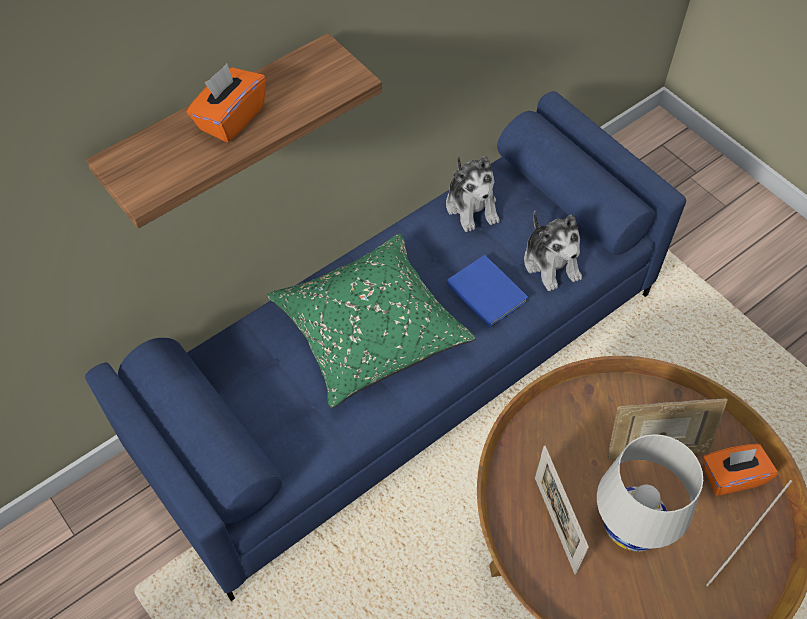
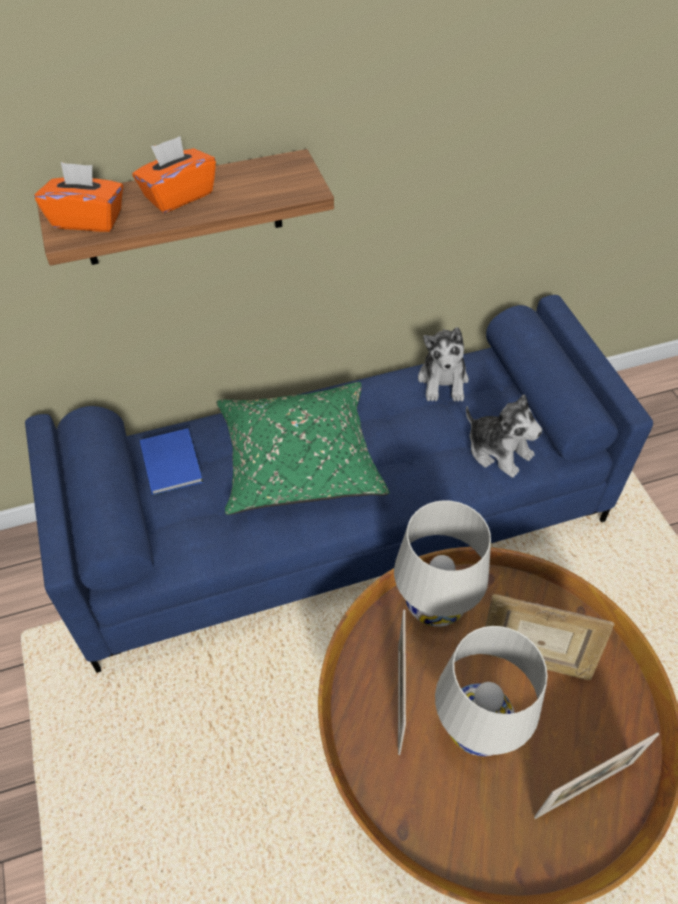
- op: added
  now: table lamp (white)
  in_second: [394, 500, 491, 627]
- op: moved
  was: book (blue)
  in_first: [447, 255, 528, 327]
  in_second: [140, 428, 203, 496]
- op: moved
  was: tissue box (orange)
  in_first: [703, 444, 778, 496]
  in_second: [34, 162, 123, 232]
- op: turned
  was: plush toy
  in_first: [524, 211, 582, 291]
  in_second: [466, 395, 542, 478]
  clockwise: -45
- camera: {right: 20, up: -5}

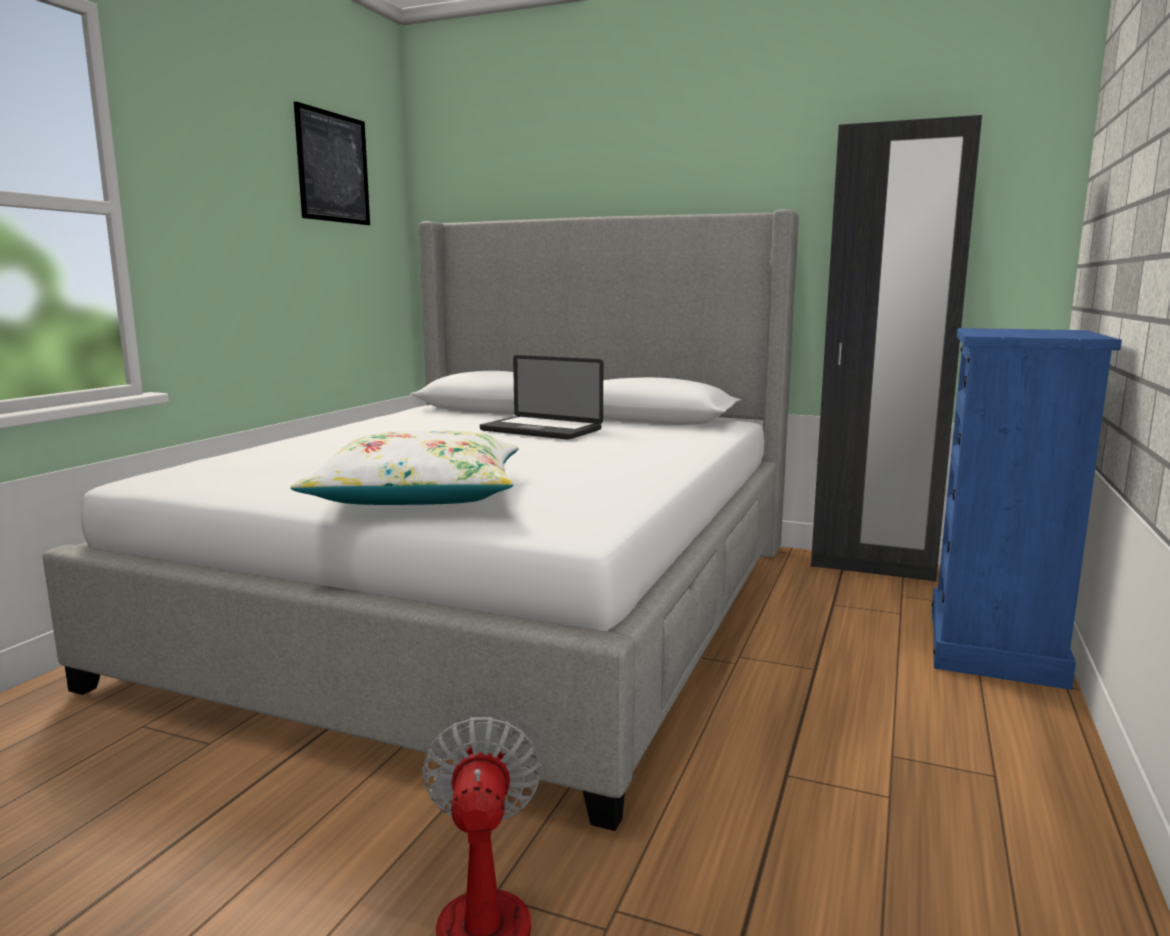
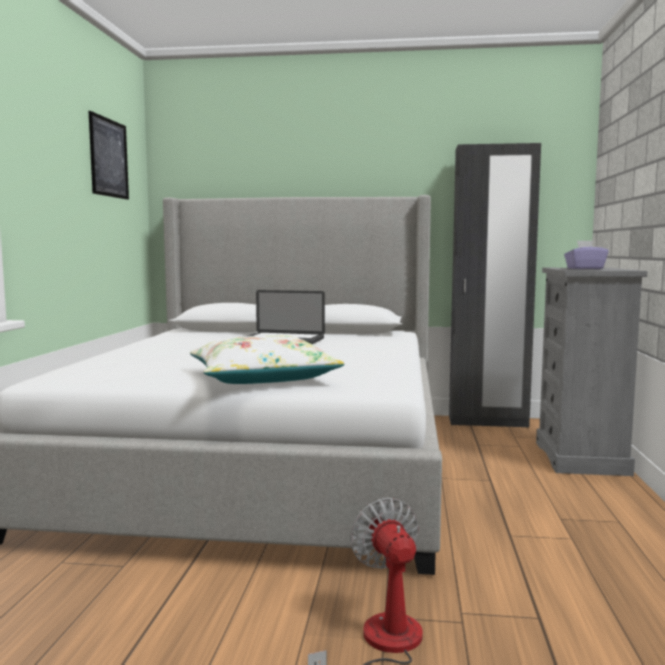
- op: added
  now: tissue box (purple)
  in_second: [564, 240, 608, 269]
- op: recoloured
  was: dresser (blue)
  now: dresser (grey)
  in_first: [932, 328, 1122, 690]
  in_second: [536, 268, 648, 476]
- camera: {right: -15, up: -5}

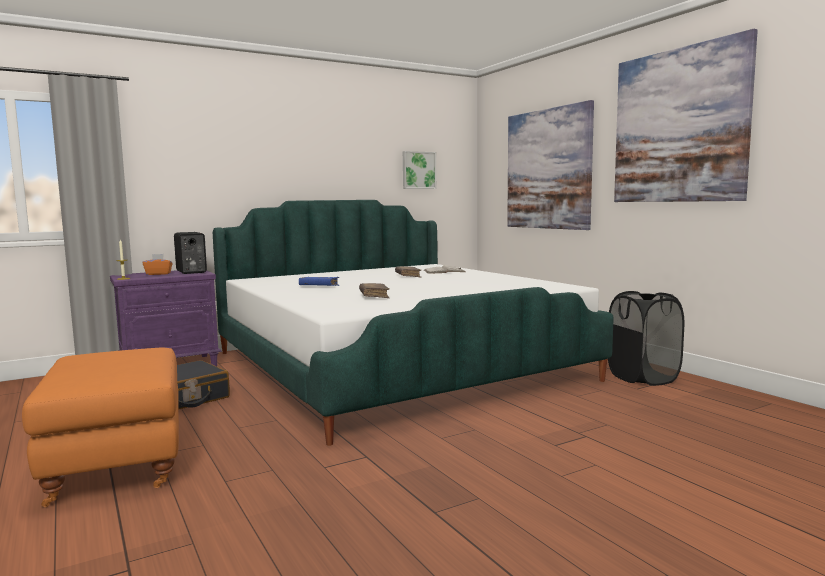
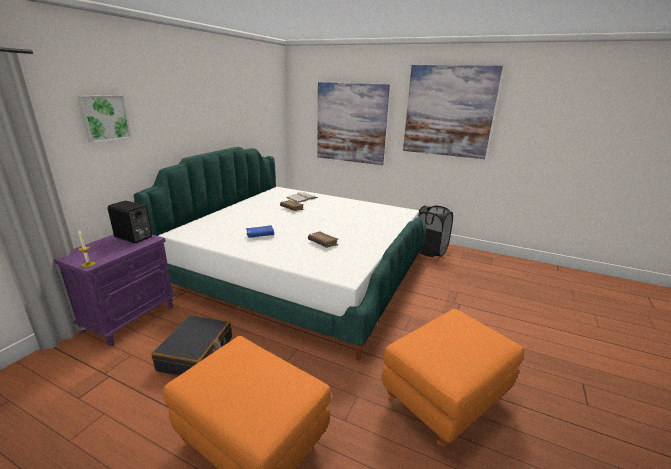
- op: removed
  was: tissue box (orange)
  in_first: [143, 254, 173, 275]
- op: added
  now: ottoman (orange)
  in_second: [382, 309, 524, 447]
- op: moved
  was: picture
  in_first: [403, 151, 436, 189]
  in_second: [77, 95, 132, 143]
- camera: {right: -35, up: 15}

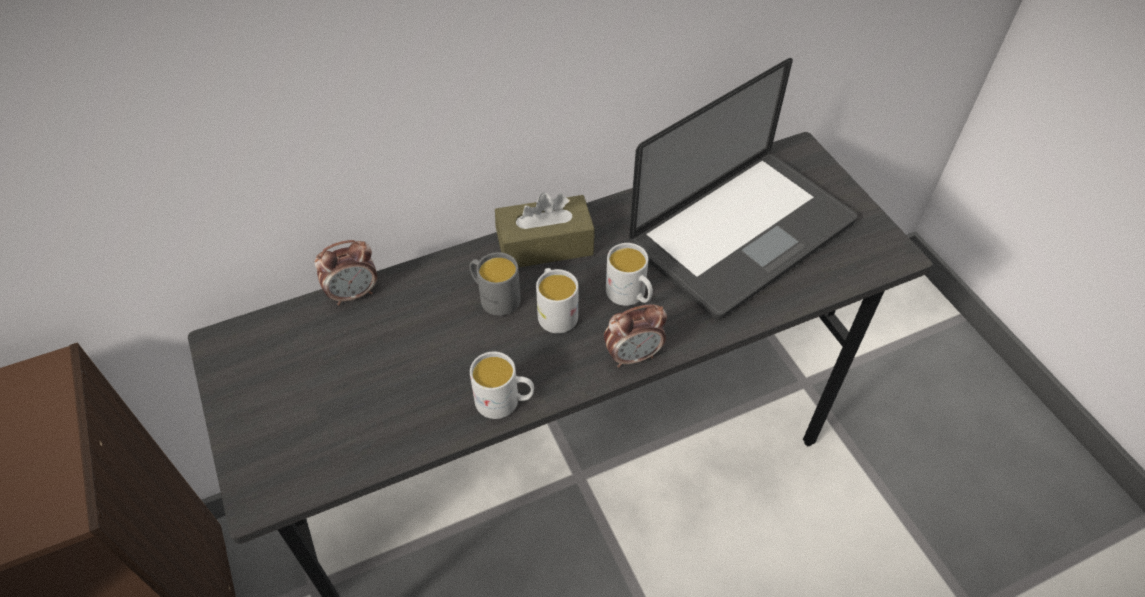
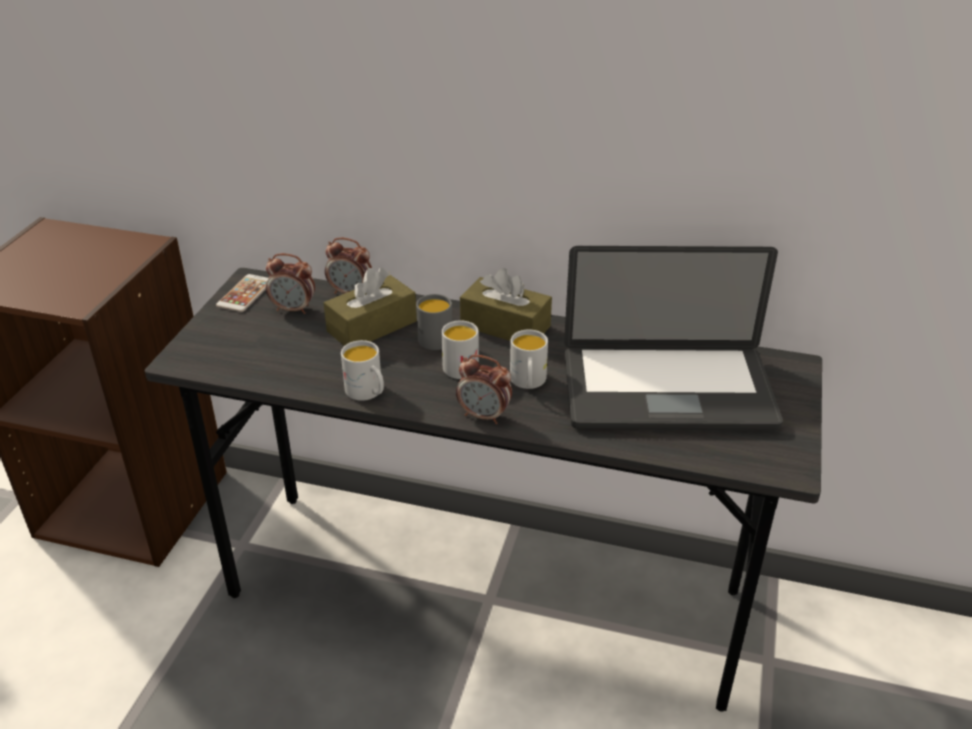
- op: added
  now: phone
  in_second: [216, 274, 268, 312]
- op: added
  now: alarm clock
  in_second: [266, 253, 315, 314]
- op: added
  now: tissue box (brown)
  in_second: [324, 267, 417, 346]
- camera: {right: 40, up: -15}

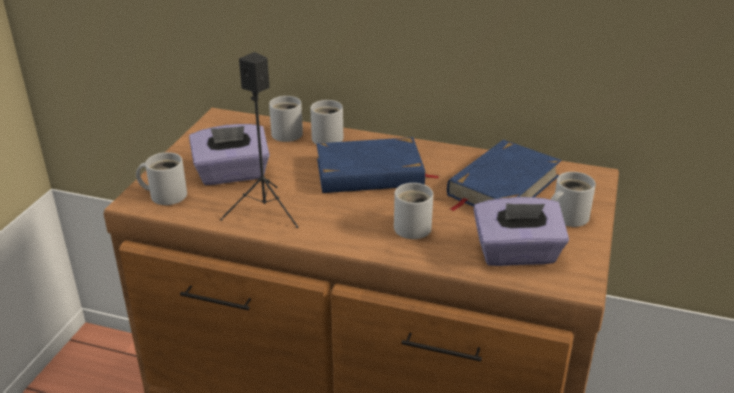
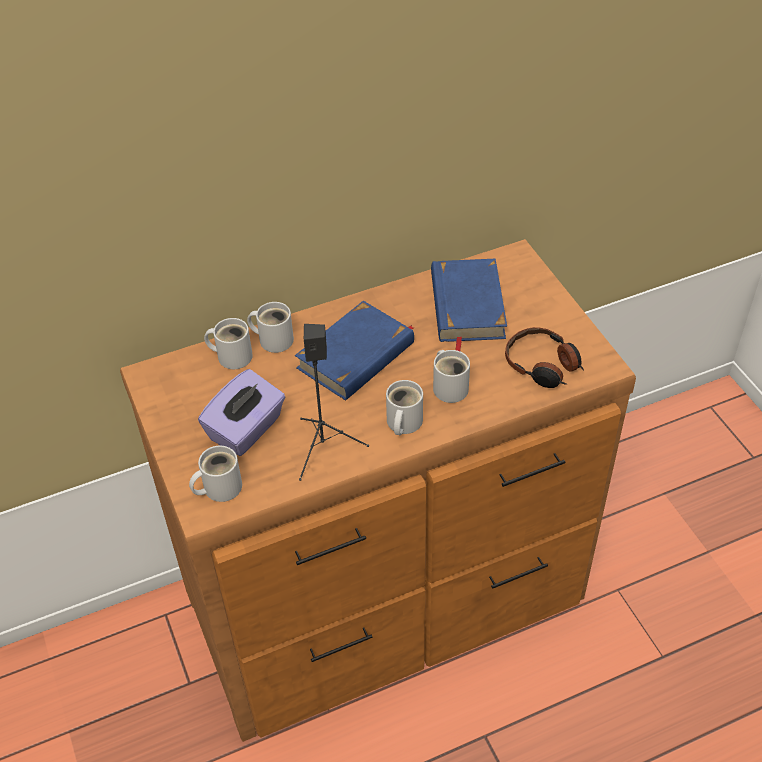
- op: moved
  was: mug (white)
  in_first: [551, 172, 596, 227]
  in_second: [386, 380, 423, 435]
- op: replaced
  was: tissue box (purple)
  now: headphones
  in_first: [473, 197, 569, 266]
  in_second: [505, 327, 584, 388]
- camera: {right: -40, up: 15}

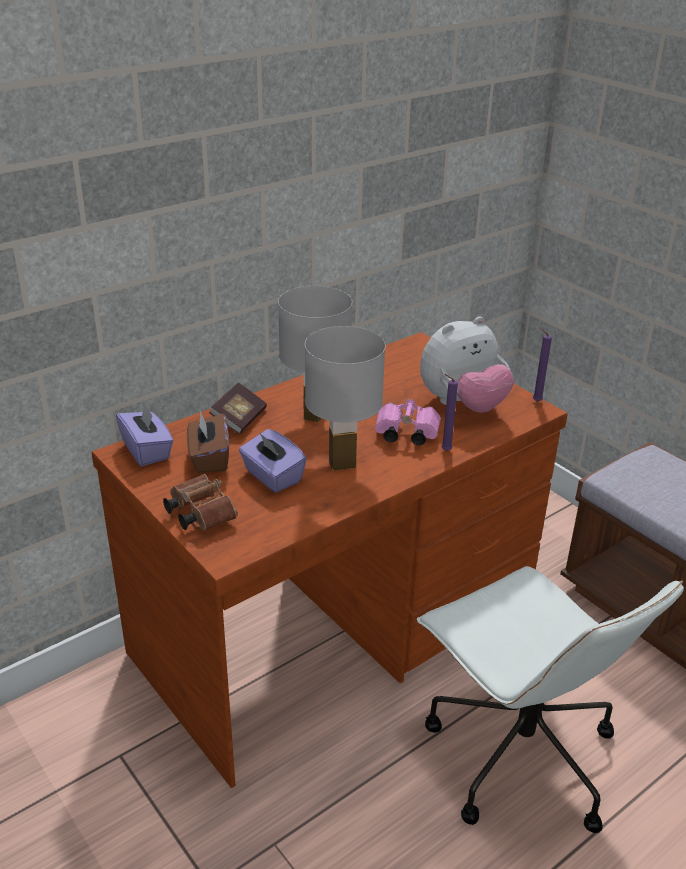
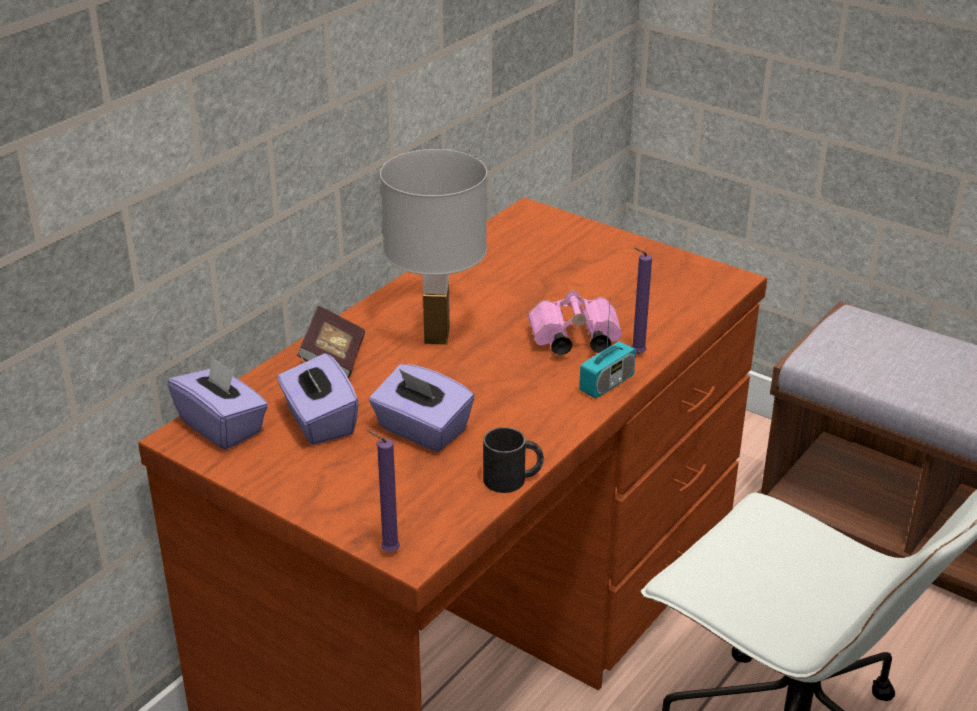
- op: removed
  was: binoculars (brown)
  in_first: [163, 474, 238, 531]
- op: removed
  was: table lamp (white)
  in_first: [305, 326, 386, 471]
- op: removed
  was: plush toy
  in_first: [420, 317, 514, 413]
- op: added
  now: mug (black)
  in_second: [483, 427, 544, 493]
- op: added
  now: radio
  in_second: [579, 305, 636, 398]
- op: moved
  was: candle (purple)
  in_first: [533, 328, 552, 402]
  in_second: [368, 430, 400, 552]
- op: recoloured
  was: tissue box (brown)
  now: tissue box (purple)
  in_first: [187, 411, 229, 473]
  in_second: [277, 353, 359, 445]
- camera: {right: -15, up: 0}

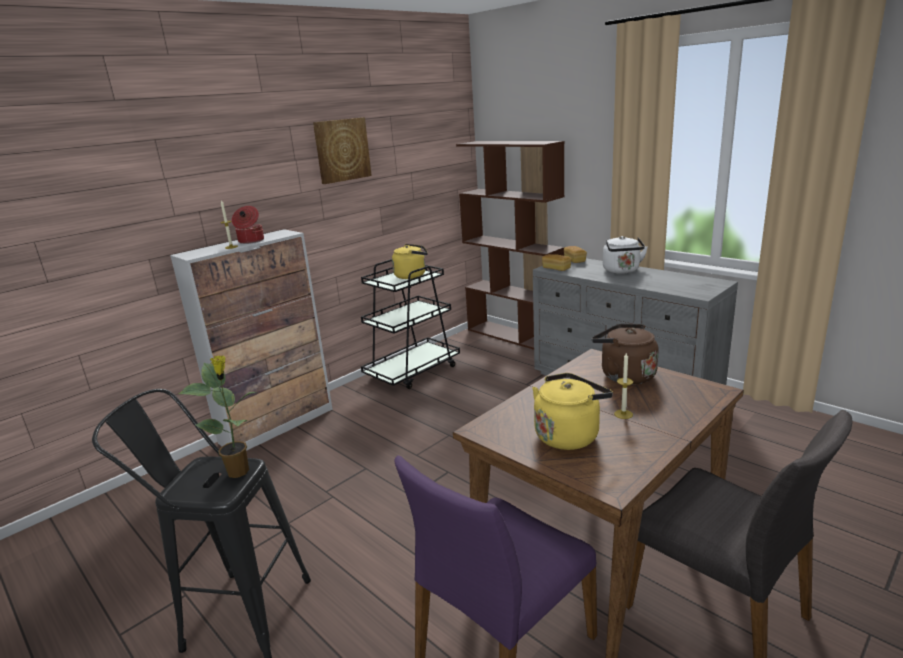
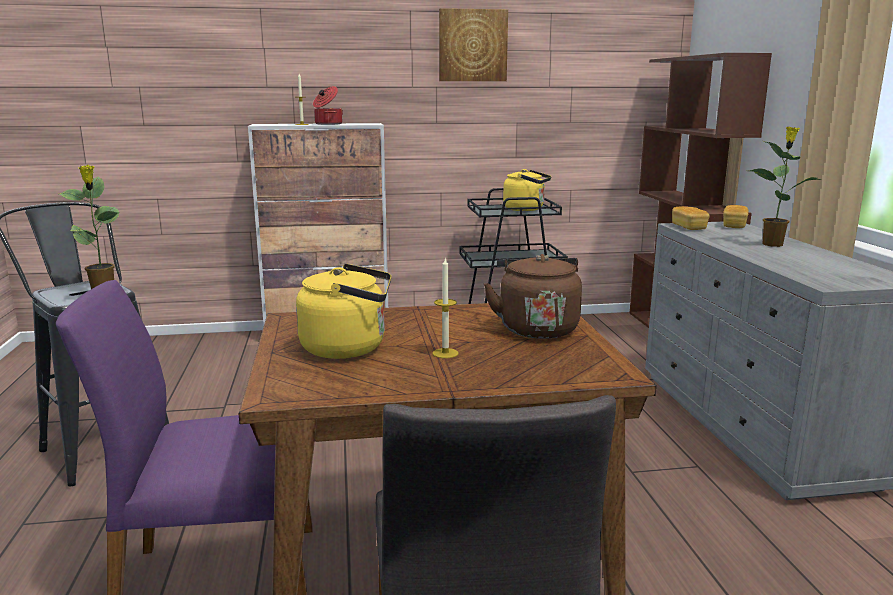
- op: replaced
  was: kettle (white)
  now: potted plant
  in_first: [603, 236, 648, 274]
  in_second: [749, 127, 822, 247]
- camera: {right: 35, up: -5}

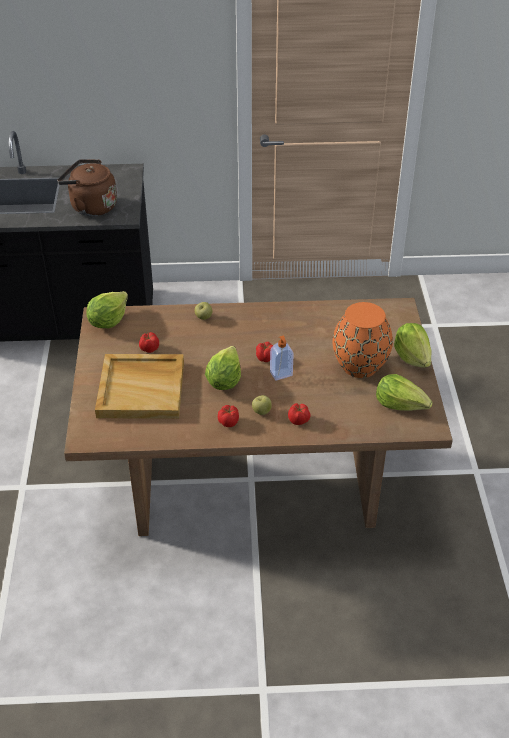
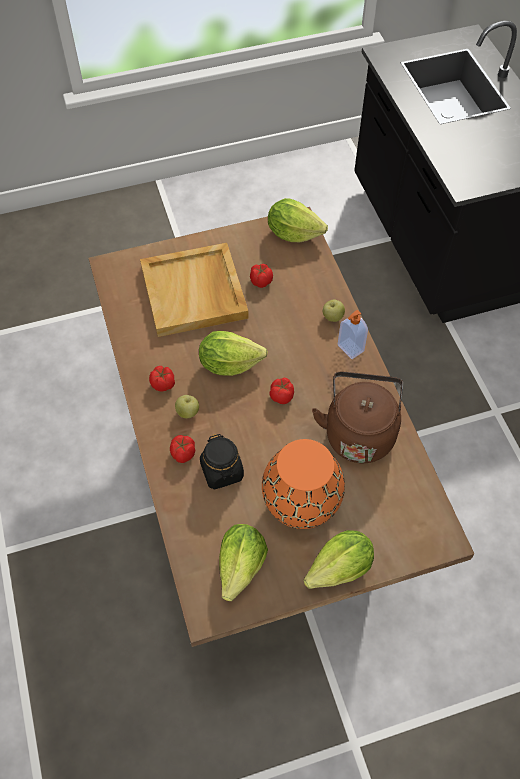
- op: added
  now: jar (black)
  in_second: [200, 434, 244, 489]
- op: moved
  was: kettle (brown)
  in_first: [57, 159, 117, 216]
  in_second: [312, 371, 403, 463]
- op: moved
  was: soap dispenser
  in_first: [270, 336, 294, 381]
  in_second: [338, 310, 368, 359]
- camera: {right: 75, up: 15}

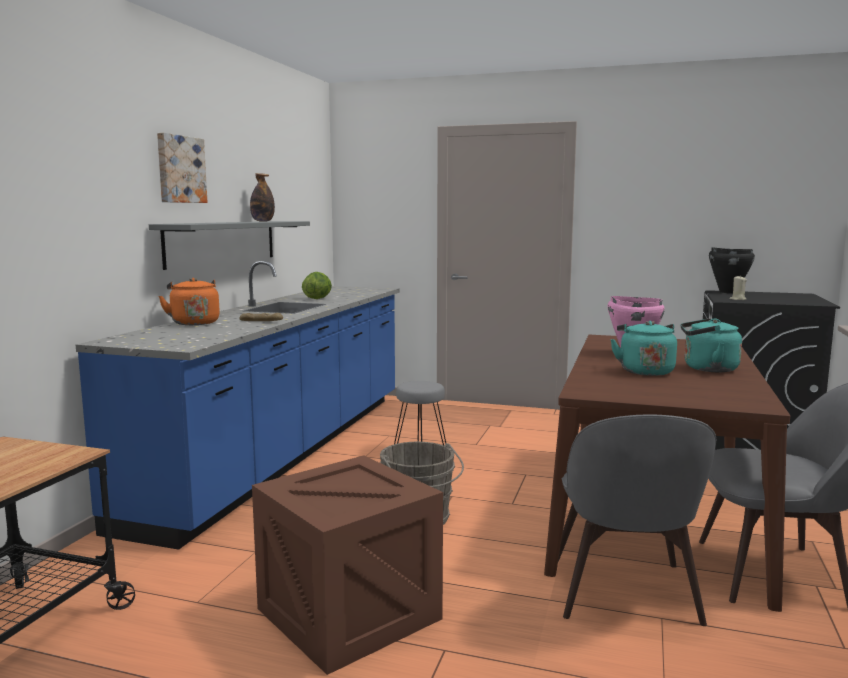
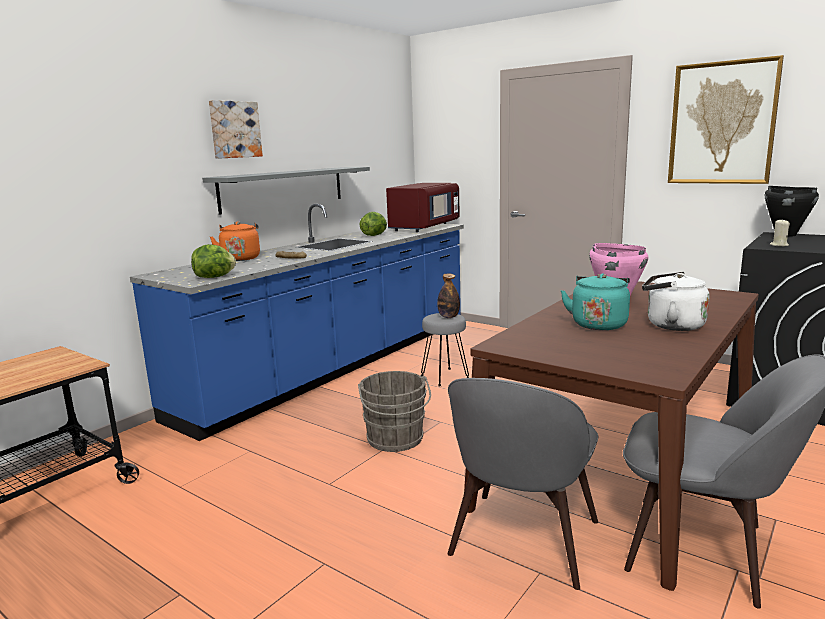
- op: removed
  was: crate
  in_first: [252, 455, 443, 675]
- op: added
  now: lettuce
  in_second: [191, 244, 236, 278]
- op: added
  now: microwave (red)
  in_second: [386, 183, 460, 232]
- op: added
  now: picture
  in_second: [668, 55, 784, 184]
- op: moved
  was: bottle
  in_first: [250, 173, 275, 222]
  in_second: [437, 274, 460, 318]
- op: recoloured
  was: kettle (turquoise)
  now: kettle (white)
  in_first: [681, 318, 742, 372]
  in_second: [642, 272, 710, 331]
- camera: {right: 20, up: 5}

